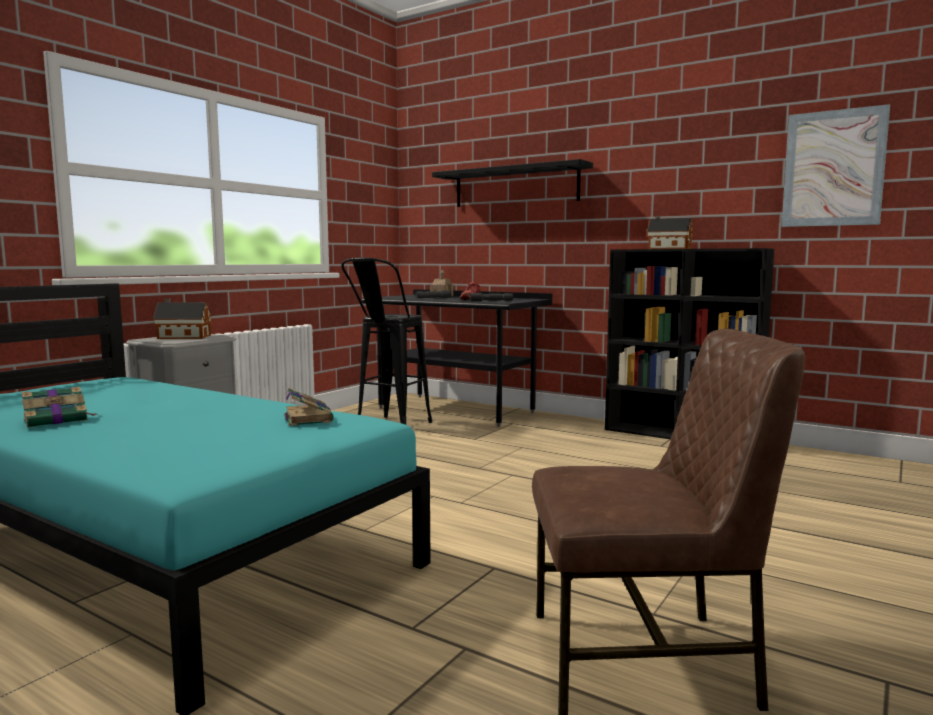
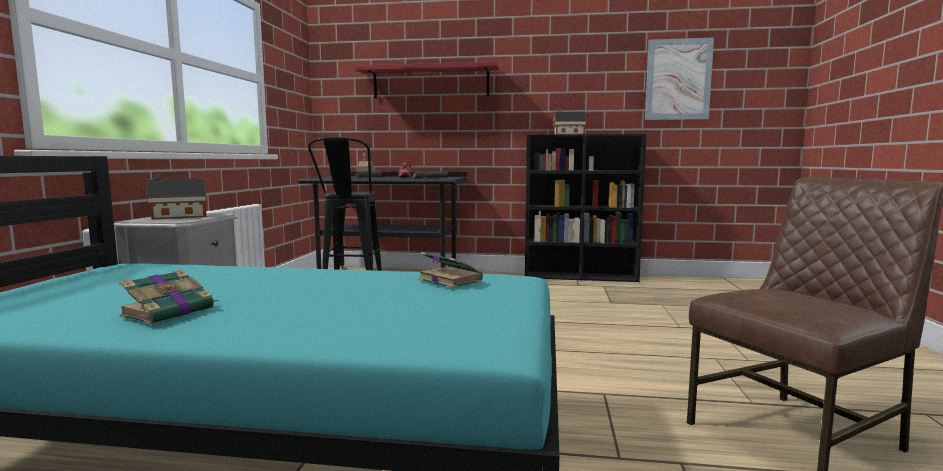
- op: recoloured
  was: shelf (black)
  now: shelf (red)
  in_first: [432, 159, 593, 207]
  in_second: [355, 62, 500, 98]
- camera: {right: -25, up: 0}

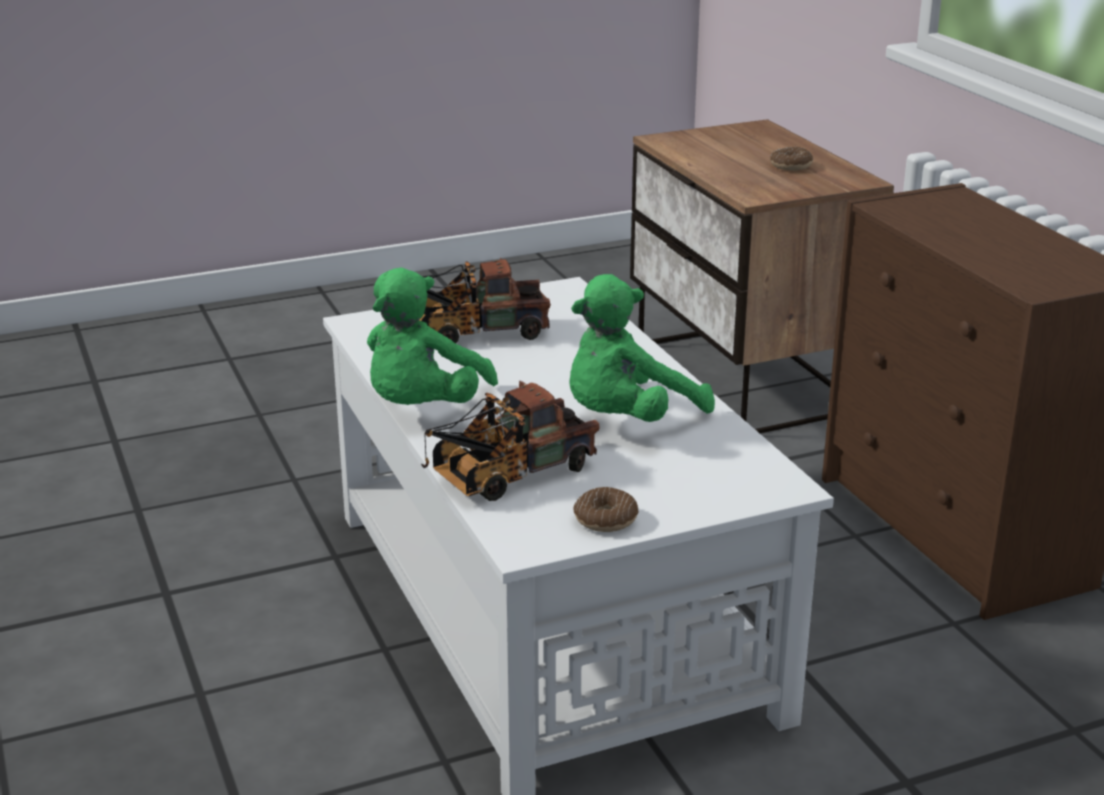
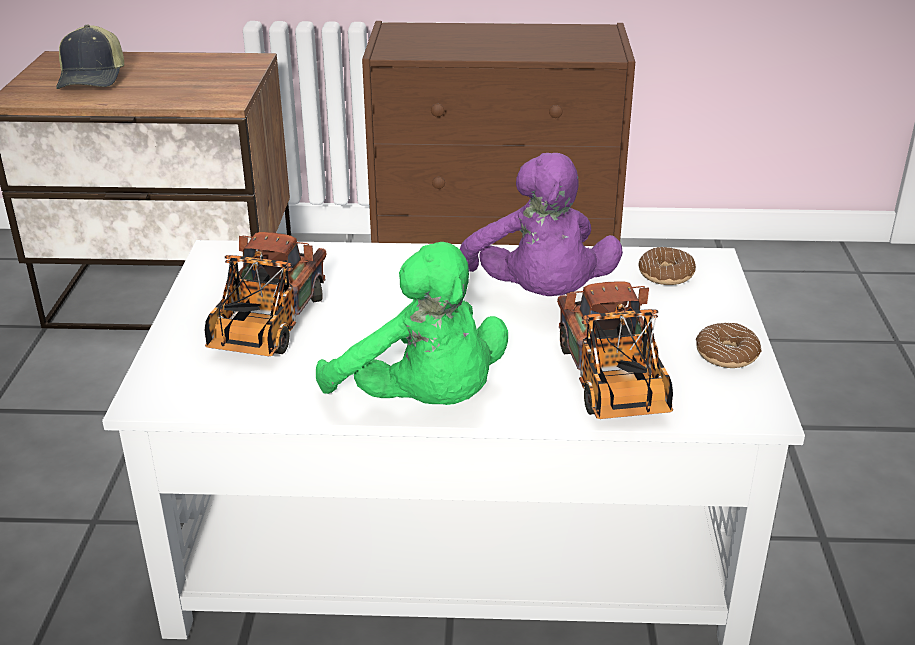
- op: added
  now: cap
  in_second: [56, 25, 124, 89]
- op: moved
  was: donut
  in_first: [770, 147, 813, 171]
  in_second: [638, 247, 696, 285]
- op: recoloured
  was: plush toy (green)
  now: plush toy (purple)
  in_first: [569, 274, 715, 422]
  in_second: [460, 153, 623, 296]
- camera: {right: -65, up: 5}

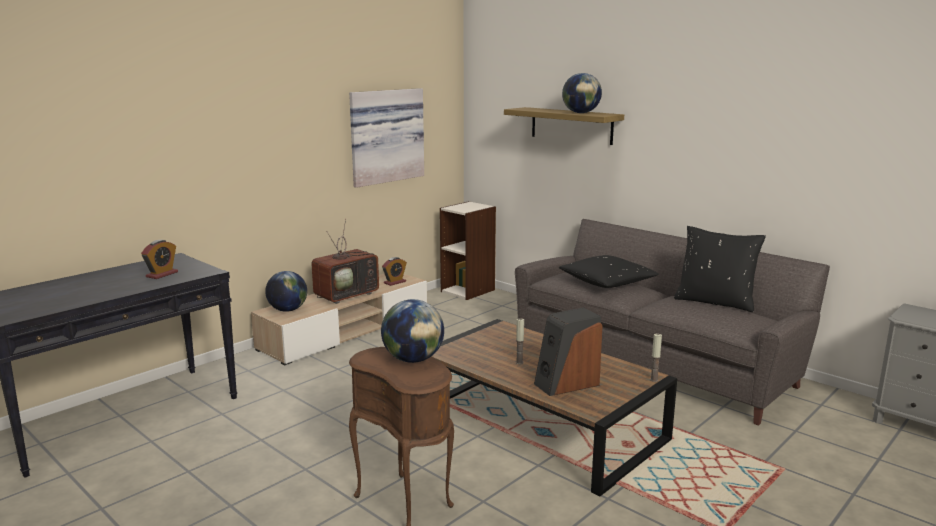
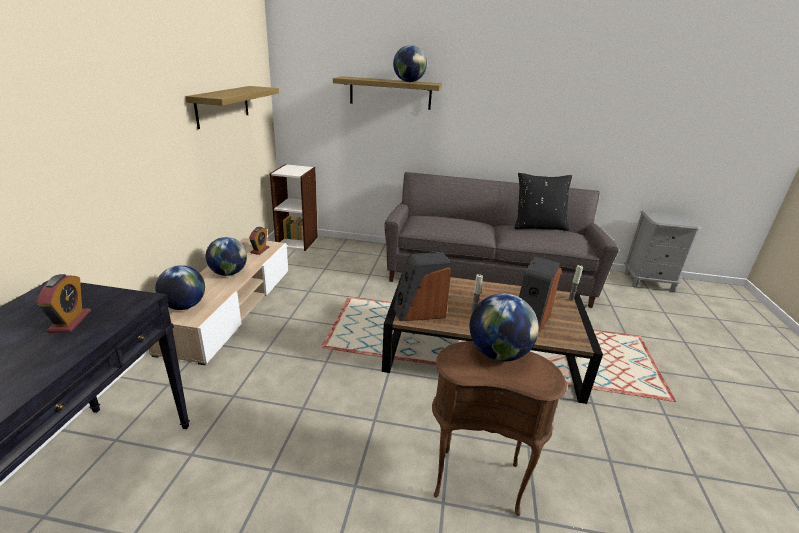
- op: removed
  was: pillow (black)
  in_first: [559, 255, 659, 288]
- op: added
  now: speaker
  in_second: [394, 252, 451, 321]
- op: replaced
  was: television
  now: globe
  in_first: [311, 219, 379, 304]
  in_second: [205, 237, 247, 276]
- op: replaced
  was: picture
  now: shelf
  in_first: [349, 88, 424, 188]
  in_second: [185, 86, 279, 129]
- camera: {right: -35, up: 10}

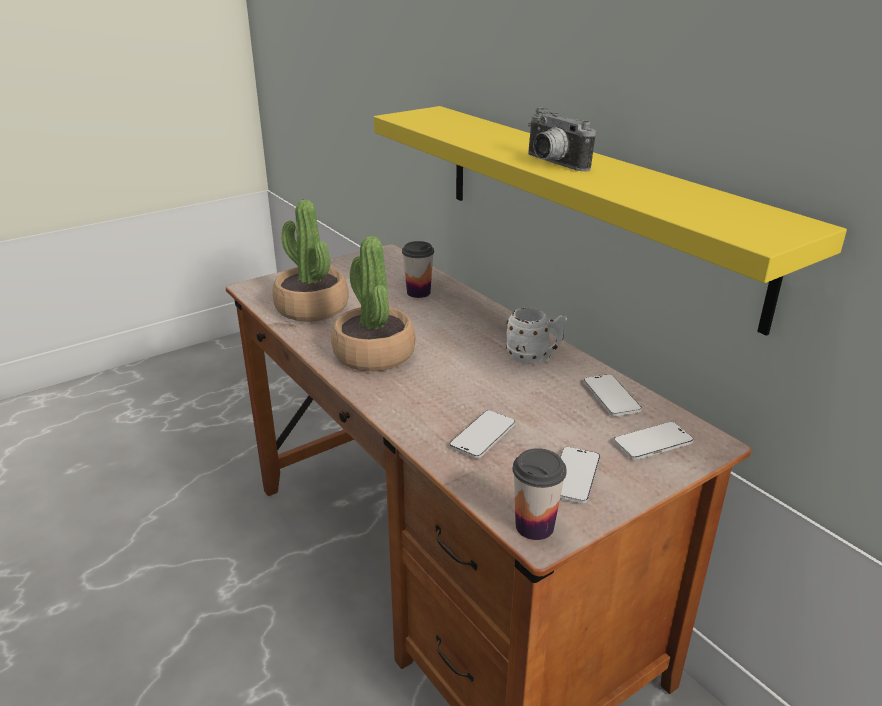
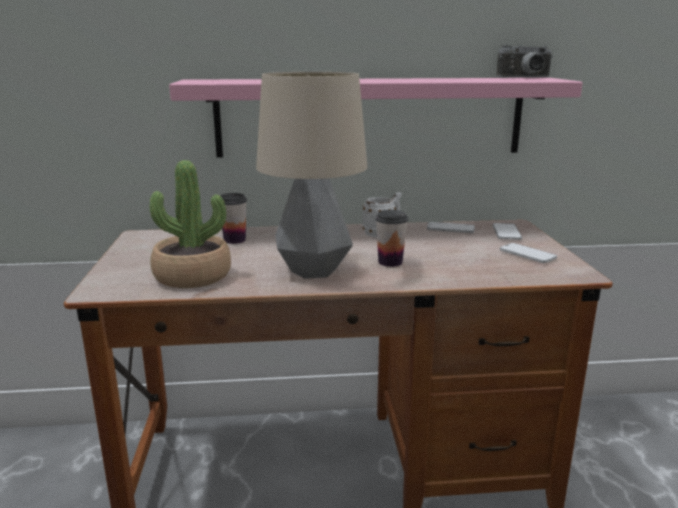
- op: removed
  was: phone
  in_first: [450, 410, 515, 458]
- op: moved
  was: cup
  in_first: [513, 448, 567, 540]
  in_second: [375, 210, 408, 267]
- op: moved
  was: photo camera
  in_first: [528, 108, 596, 172]
  in_second: [496, 44, 553, 78]
- op: replaced
  was: potted plant
  now: table lamp
  in_first: [331, 236, 416, 371]
  in_second: [256, 72, 367, 279]
- op: recoloured
  was: shelf (yellow)
  now: shelf (pink)
  in_first: [374, 106, 847, 336]
  in_second: [169, 78, 583, 158]
- camera: {right: -60, up: -10}

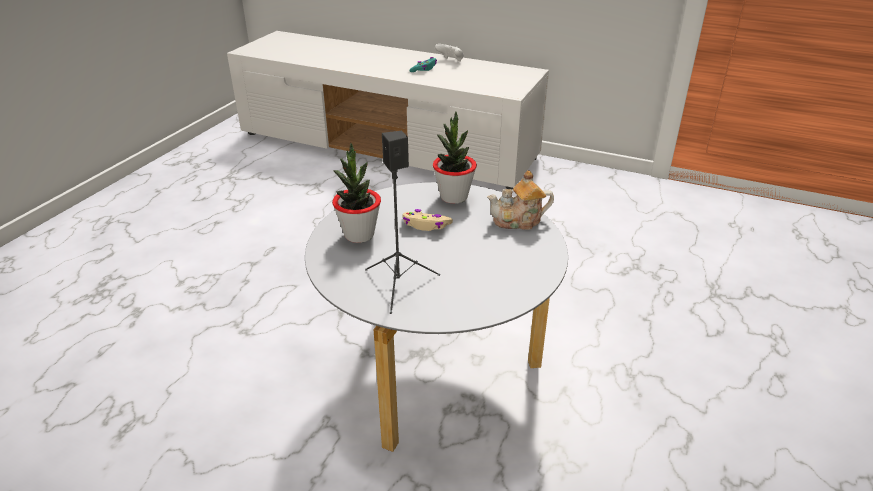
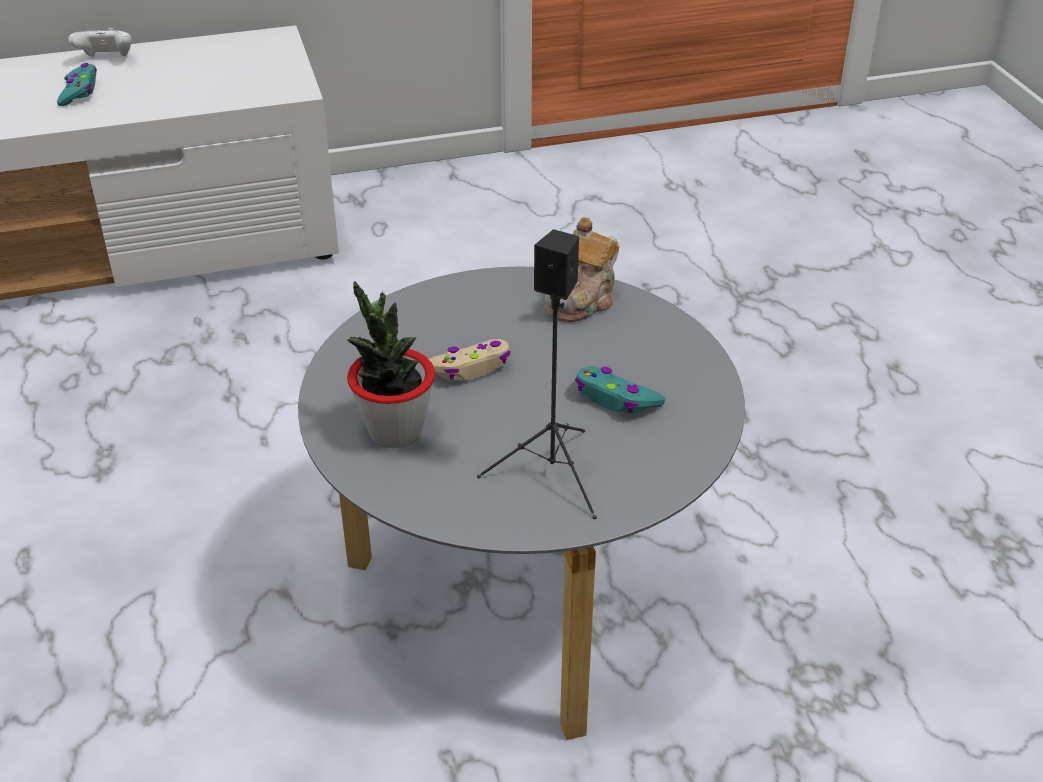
- op: removed
  was: potted plant
  in_first: [433, 112, 477, 204]
- op: added
  now: game controller (turquoise)
  in_second: [575, 366, 665, 414]
- camera: {right: -40, up: 5}

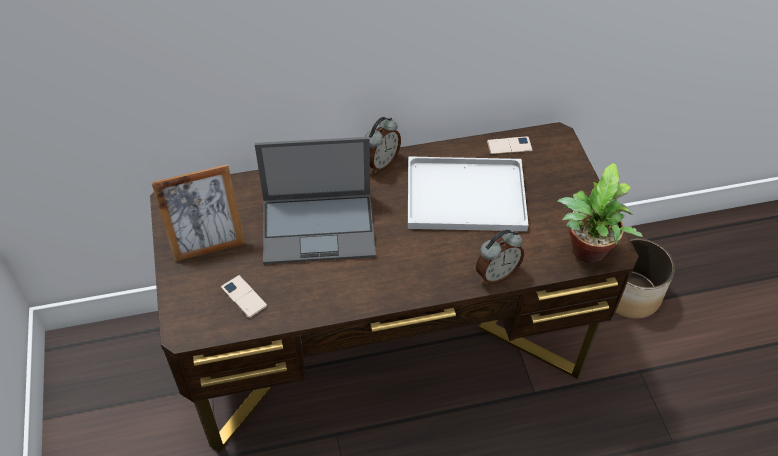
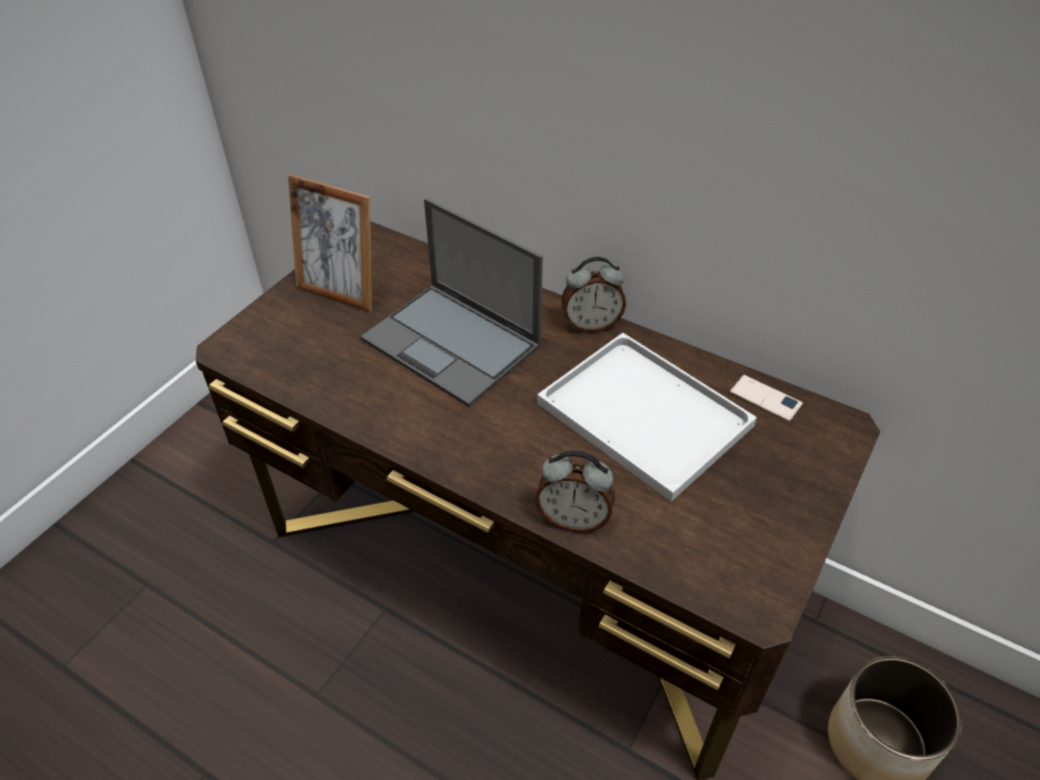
- op: removed
  was: phone
  in_first: [221, 275, 267, 318]
- op: removed
  was: potted plant
  in_first: [557, 163, 643, 263]
- camera: {right: 45, up: -5}

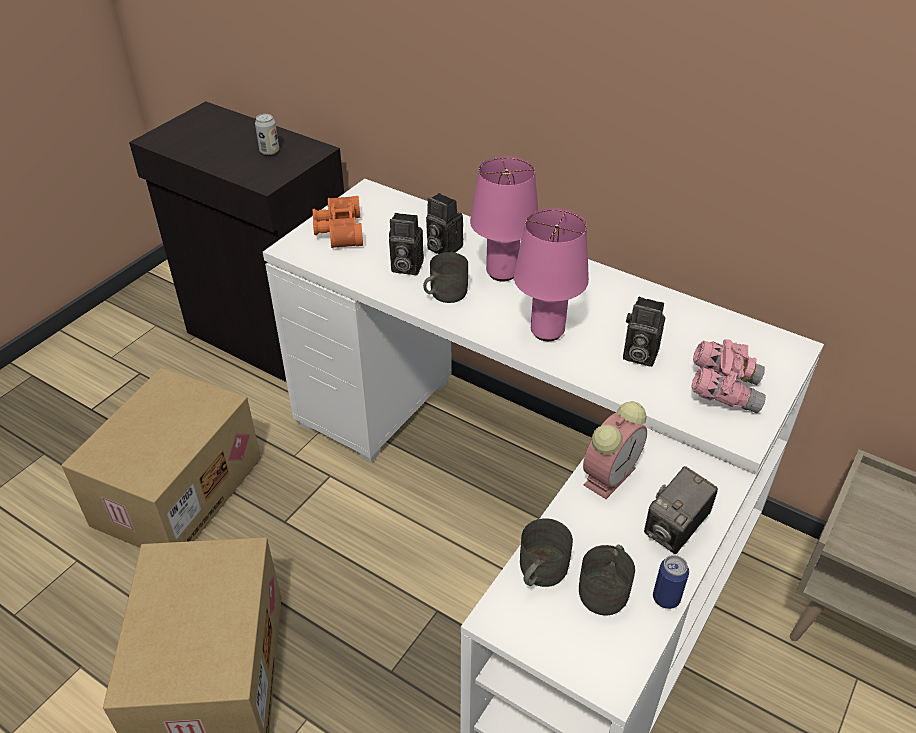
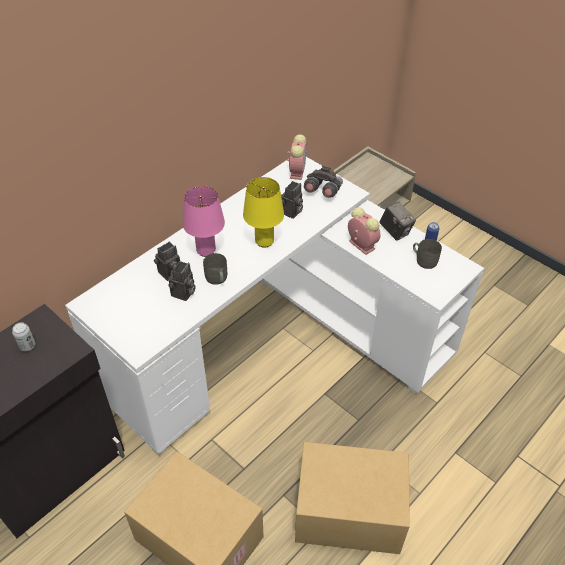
- op: removed
  was: binoculars (orange)
  in_first: [313, 196, 363, 248]
- op: removed
  was: mug (grey)
  in_first: [520, 518, 573, 587]
- op: added
  now: alarm clock
  in_second: [287, 134, 307, 180]
- op: recoloured
  was: table lamp (pink)
  now: table lamp (yellow)
  in_first: [514, 208, 589, 341]
  in_second: [243, 177, 284, 248]
- op: recoloured
  was: binoculars (pink)
  now: binoculars (grey)
  in_first: [691, 339, 766, 413]
  in_second: [304, 166, 343, 198]
- camera: {right: -80, up: 5}

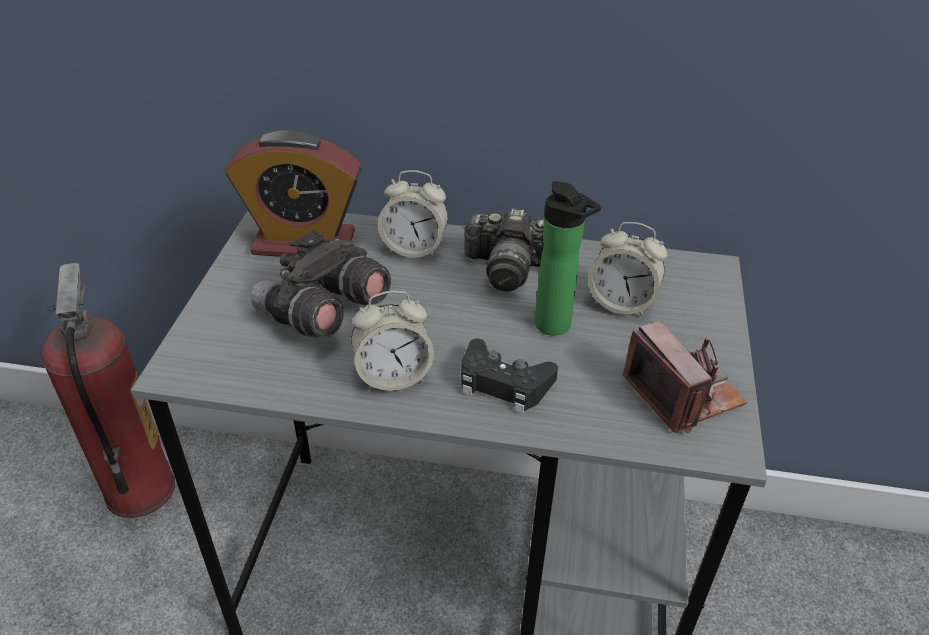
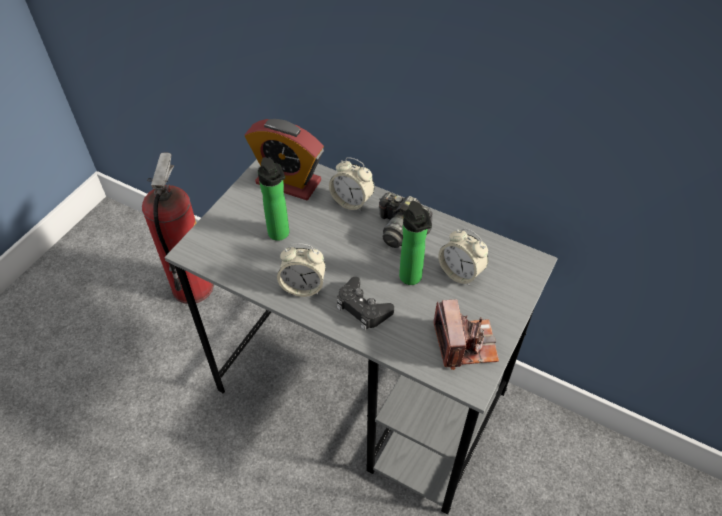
- op: replaced
  was: binoculars (grey)
  now: bottle
  in_first: [251, 230, 391, 338]
  in_second: [258, 157, 289, 241]
- camera: {right: 20, up: 10}

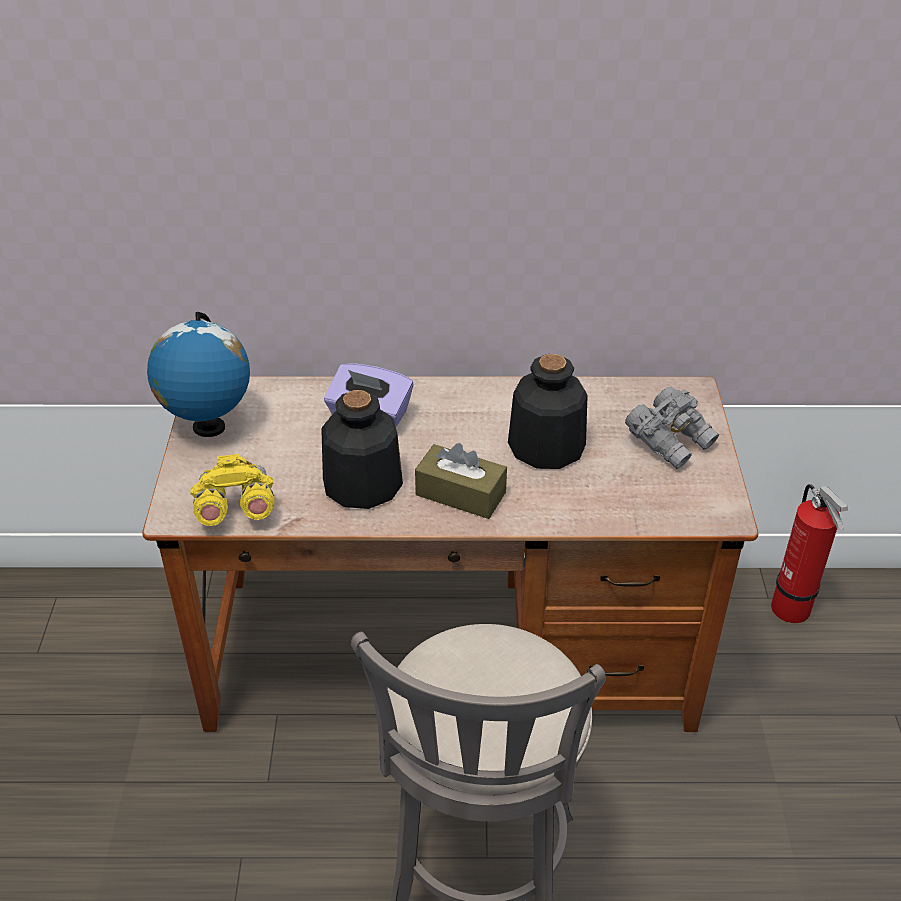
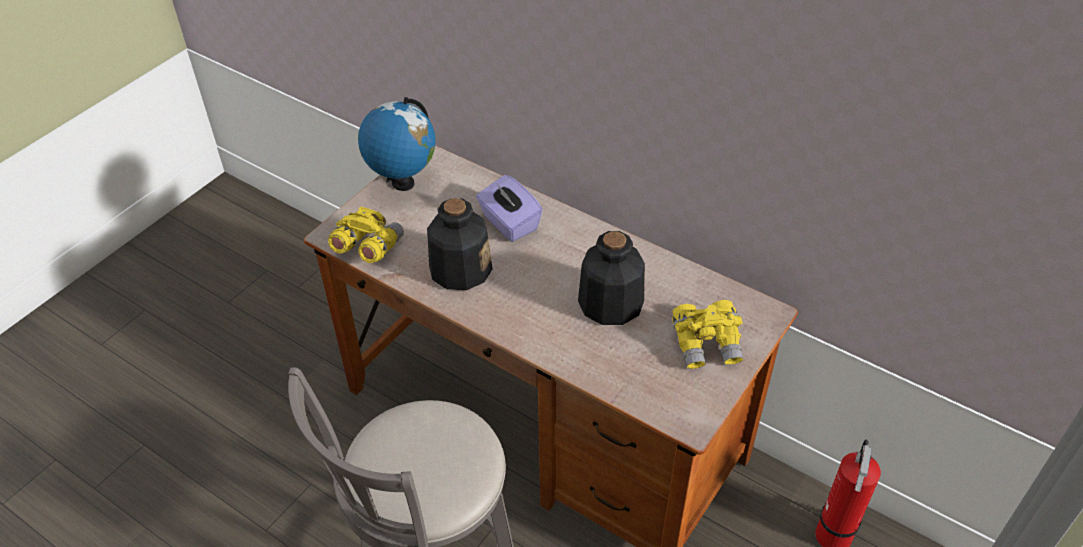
- op: removed
  was: tissue box (brown)
  in_first: [415, 443, 507, 519]
- op: recoloured
  was: binoculars (grey)
  now: binoculars (yellow)
  in_first: [625, 387, 719, 469]
  in_second: [672, 300, 743, 369]
- camera: {right: 35, up: 5}

